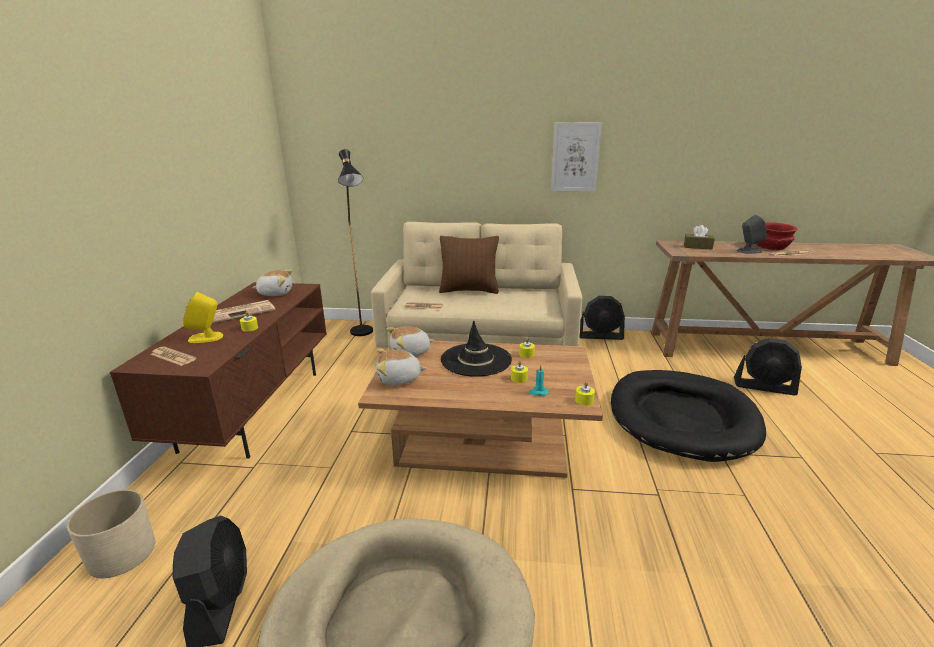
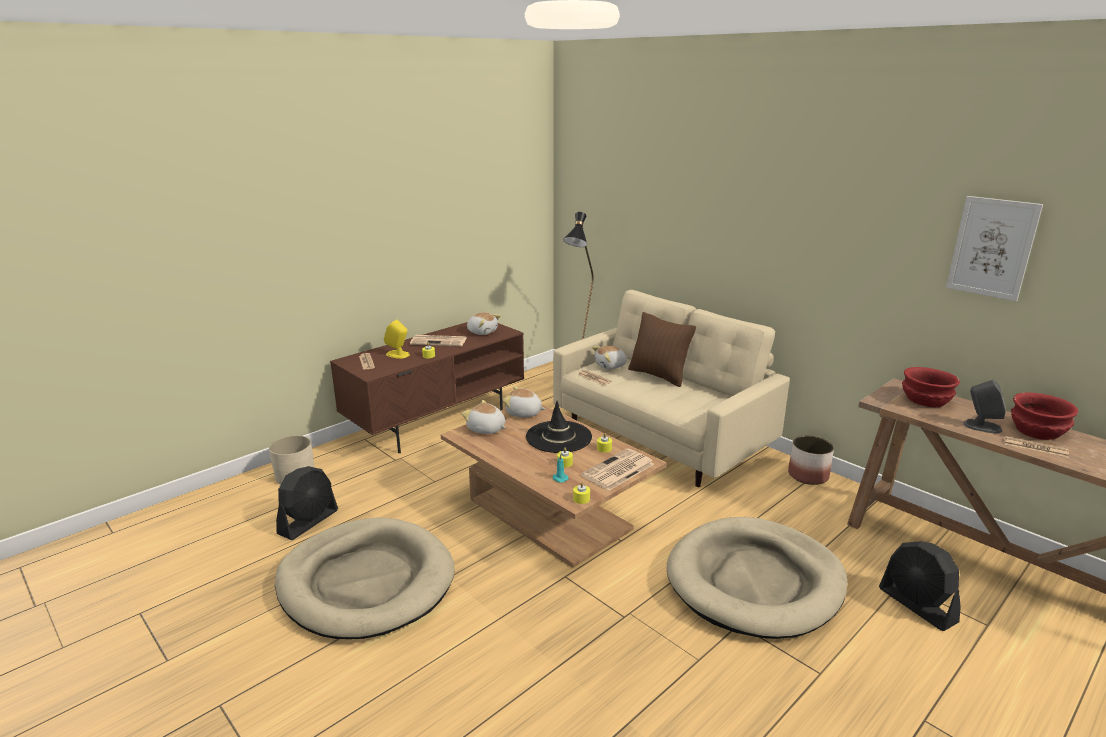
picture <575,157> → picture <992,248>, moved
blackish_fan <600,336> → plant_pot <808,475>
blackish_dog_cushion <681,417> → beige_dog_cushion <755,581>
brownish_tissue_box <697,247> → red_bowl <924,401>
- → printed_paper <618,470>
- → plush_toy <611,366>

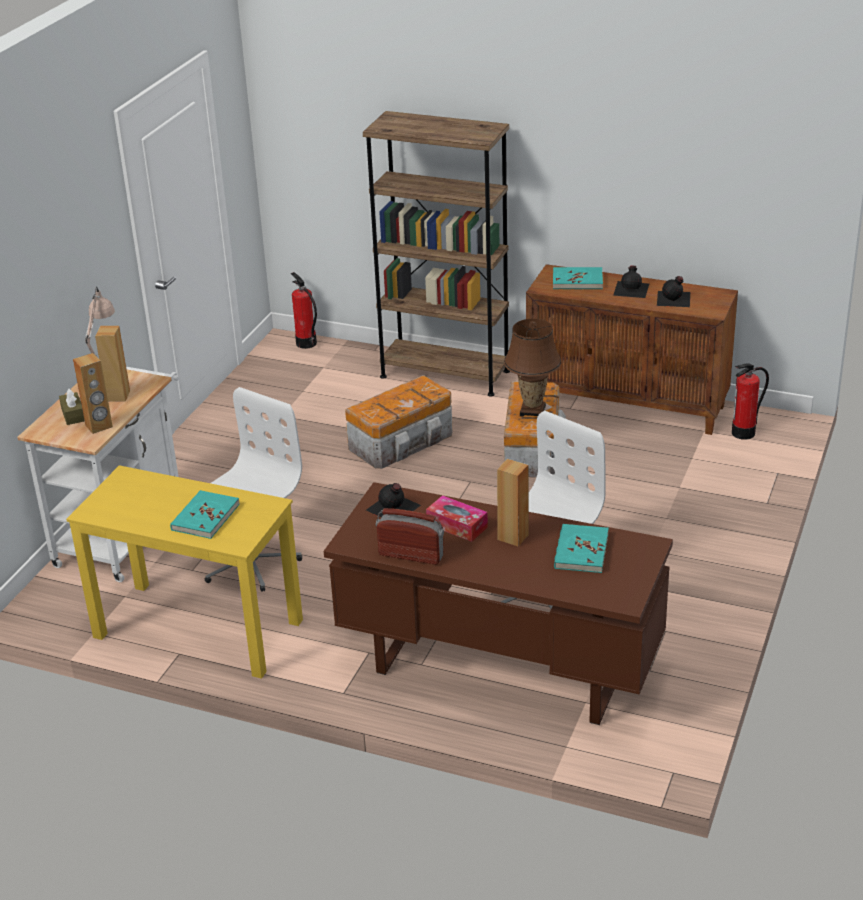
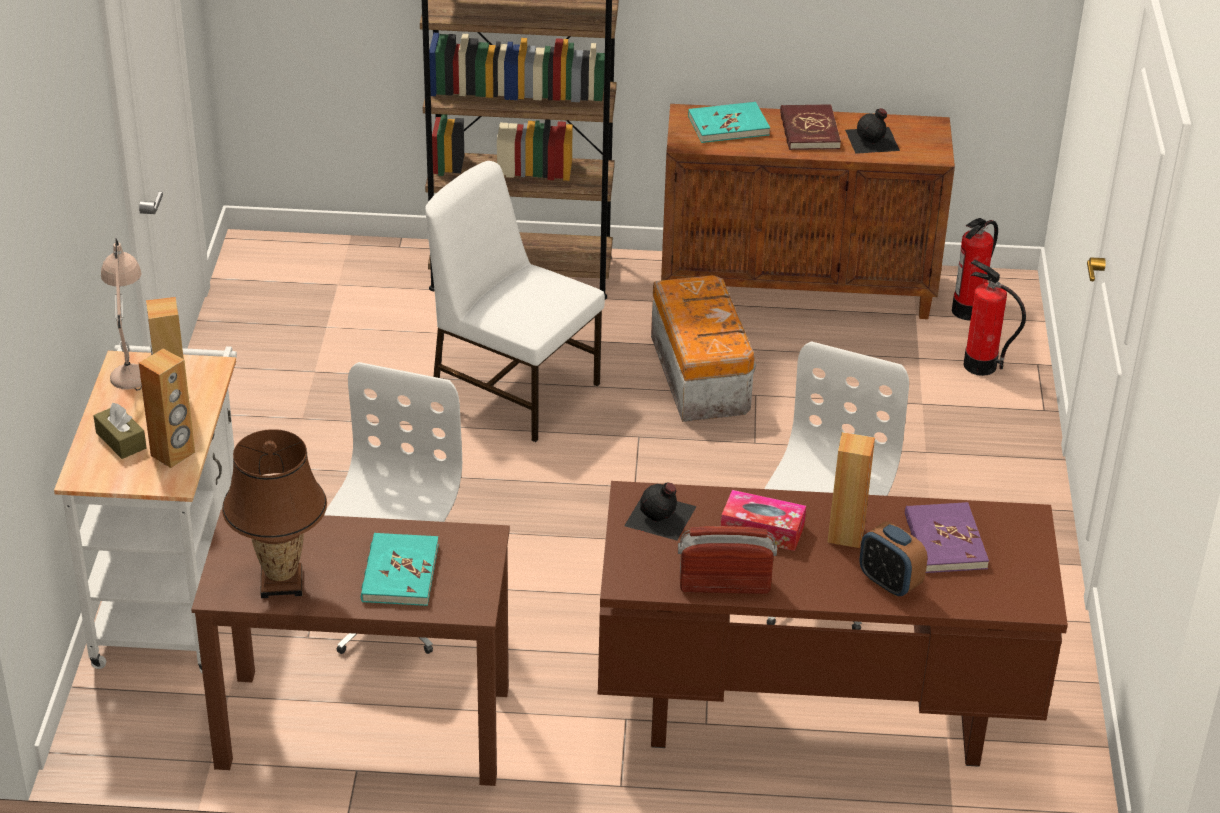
yellow_desk_unit <197,628> → brownish_desk_unit <363,727>
fire-fighting_cylinder <306,343> → fire-fighting_cylinder <980,365>, moved
storage_bin <403,441> → whitish_upright_chair <514,388>
brownish_table_lamp <533,411> → brownish_table_lamp <282,583>, moved
turquoise_bound_book <581,551> → purple_bound_book <944,541>
blackish_drink_bottle <632,289> → red_bound_book <809,131>
- → table_clock <889,583>

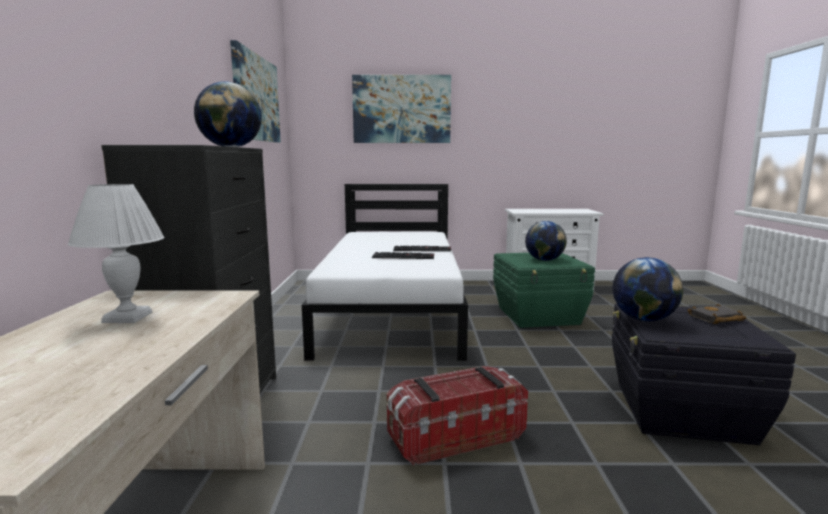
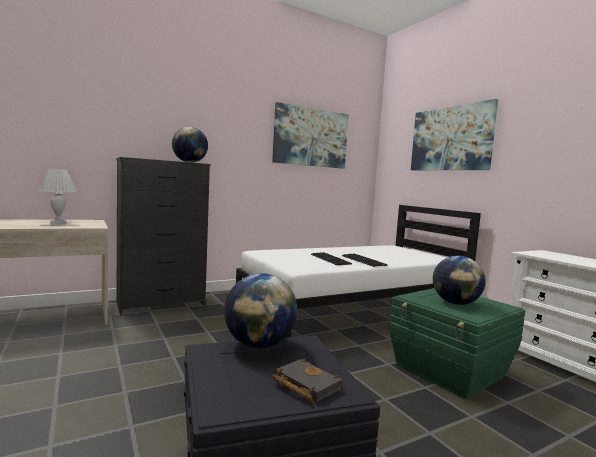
storage_bin <455,436> → -

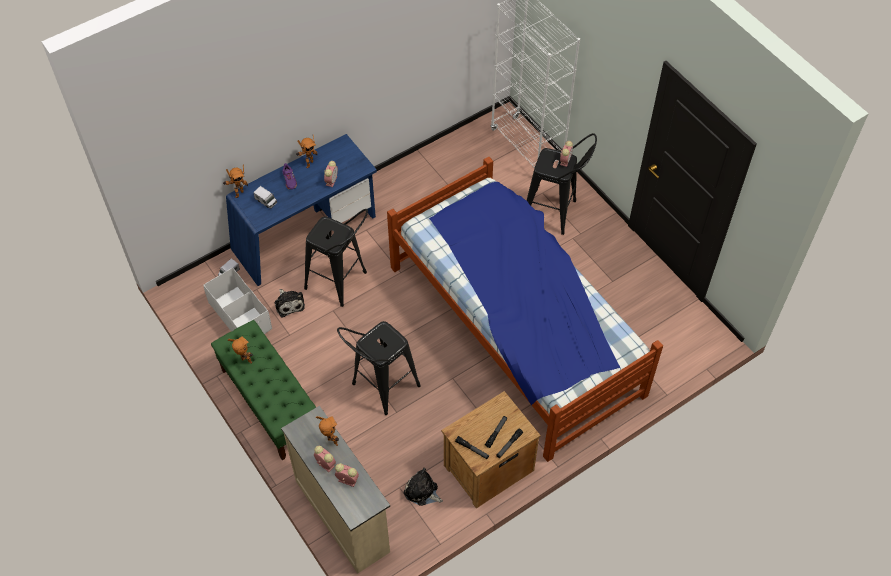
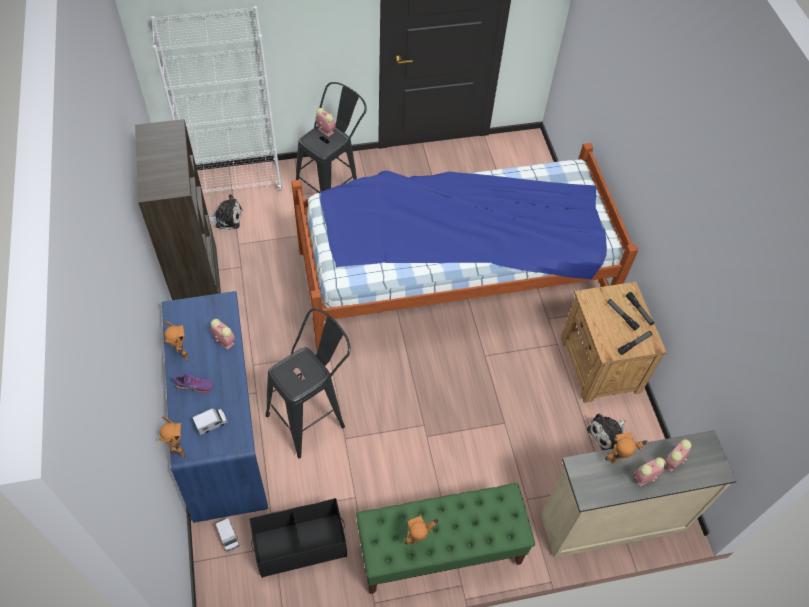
whitish_storage_bin <240,316> → blackish_storage_bin <300,544>
plush_toy <289,304> → plush_toy <226,218>, moved
blackish_stool_seat <380,389> → -
- → brownish_shelving_unit <201,295>

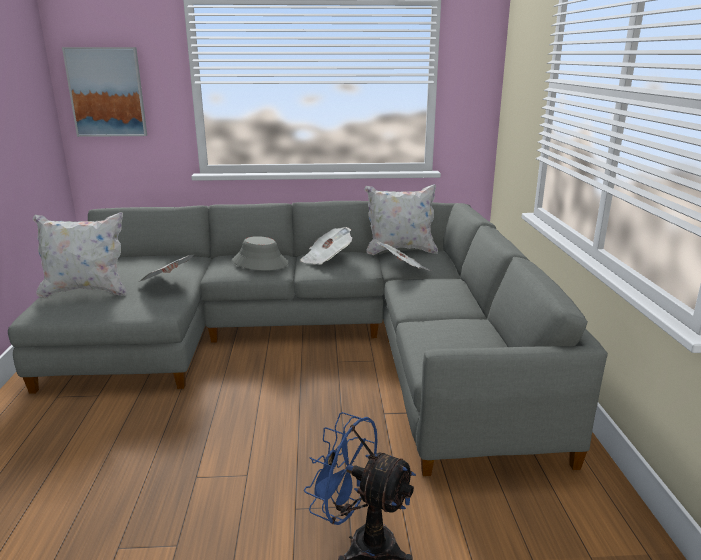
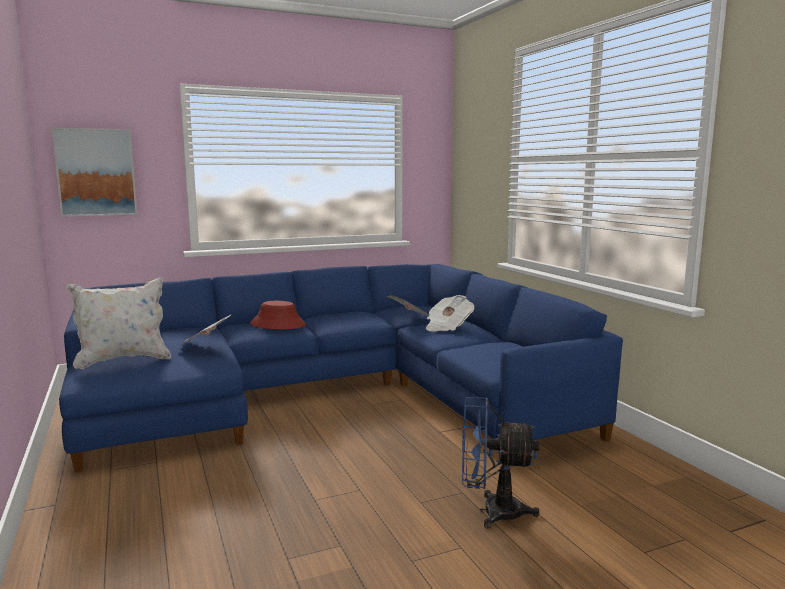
grey_settee <308,342> → bluish_settee <332,395>
grey_wearable_hat <260,262> → red_wearable_hat <278,324>
printed_paper <326,259> → printed_paper <447,327>, moved
whitish_throw_pillow <400,250> → -

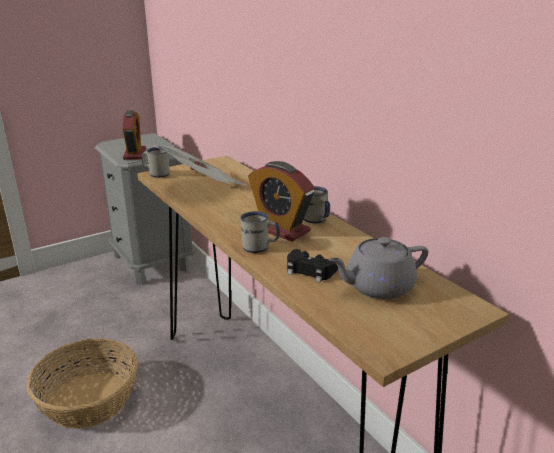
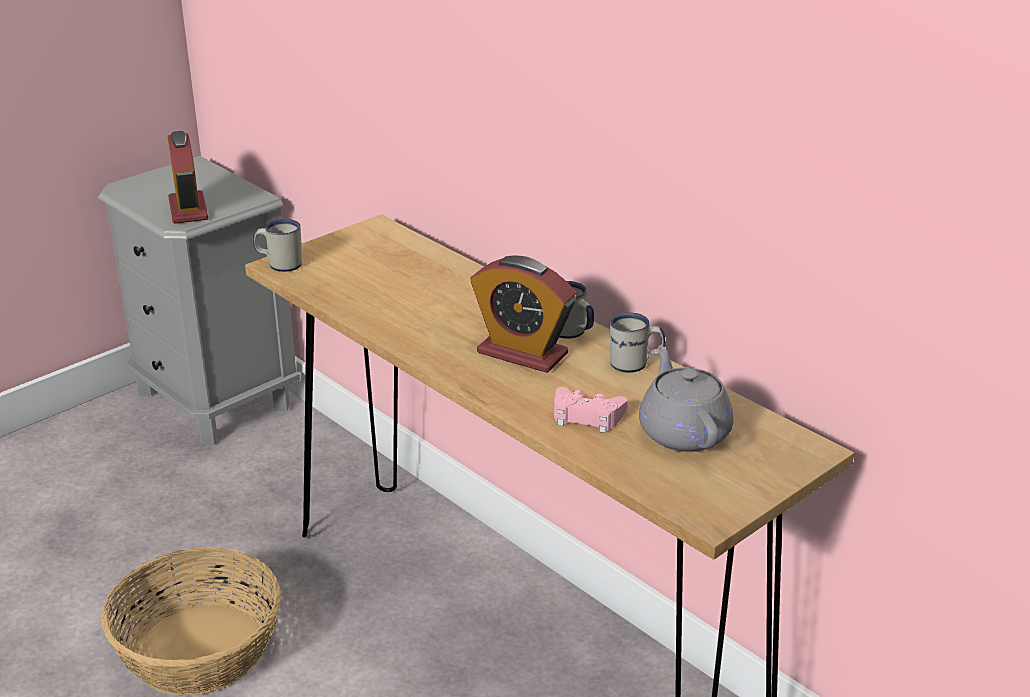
printed_paper <203,188> → -
whitish_tea_mug <260,248> → whitish_tea_mug <635,364>, moved
blackish_game_controller <310,270> → pinkish_game_controller <587,416>
grey_pot_for_tea <377,287> → grey_pot_for_tea <683,432>, 105 degrees clockwise

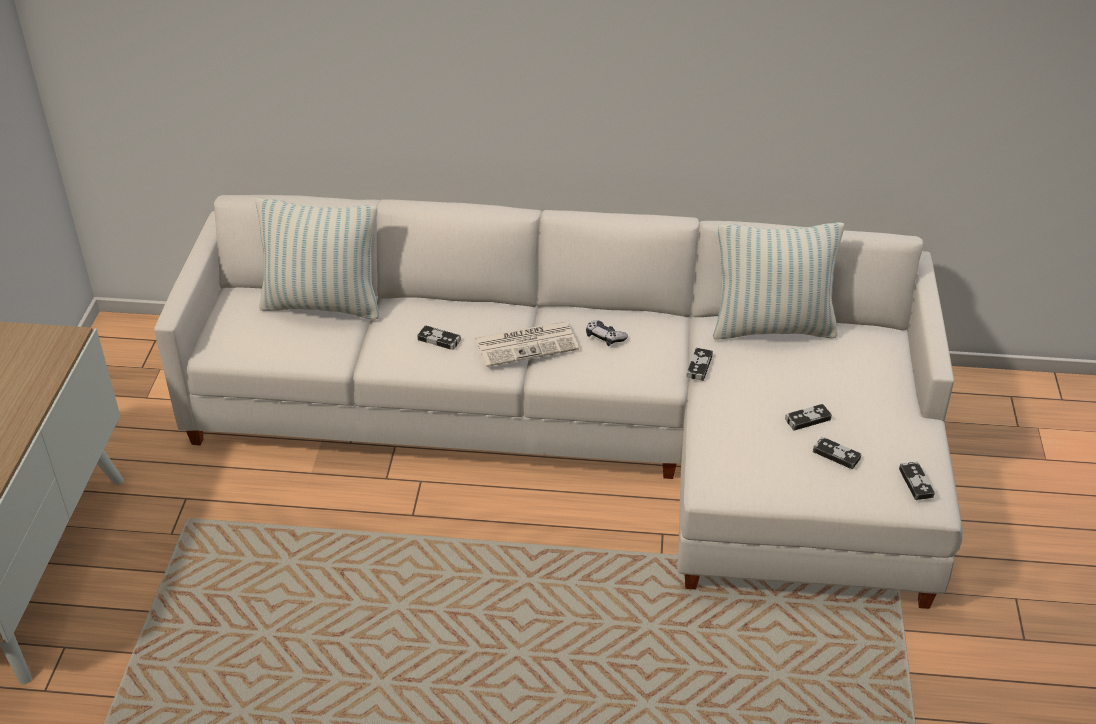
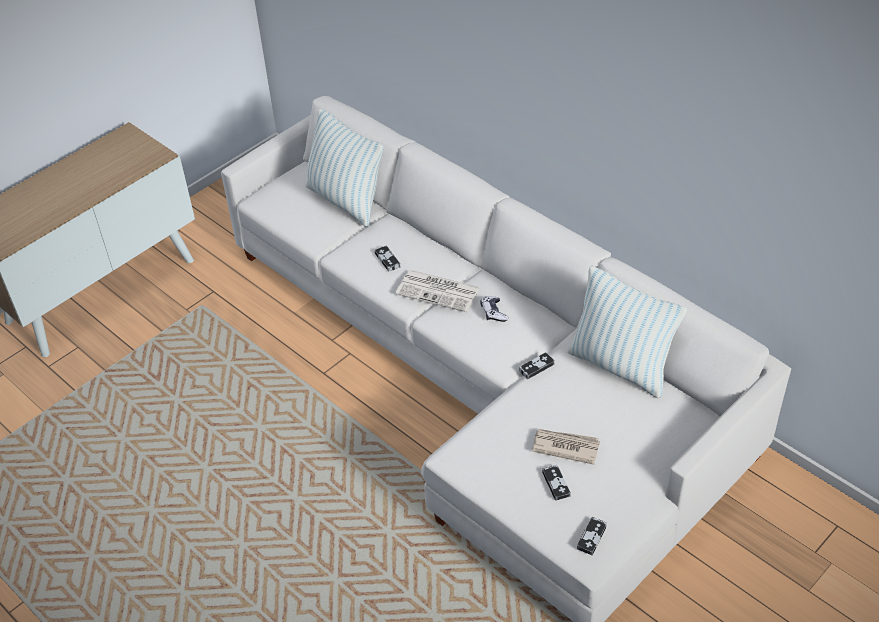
game_controller <807,419> → printed_paper <565,447>

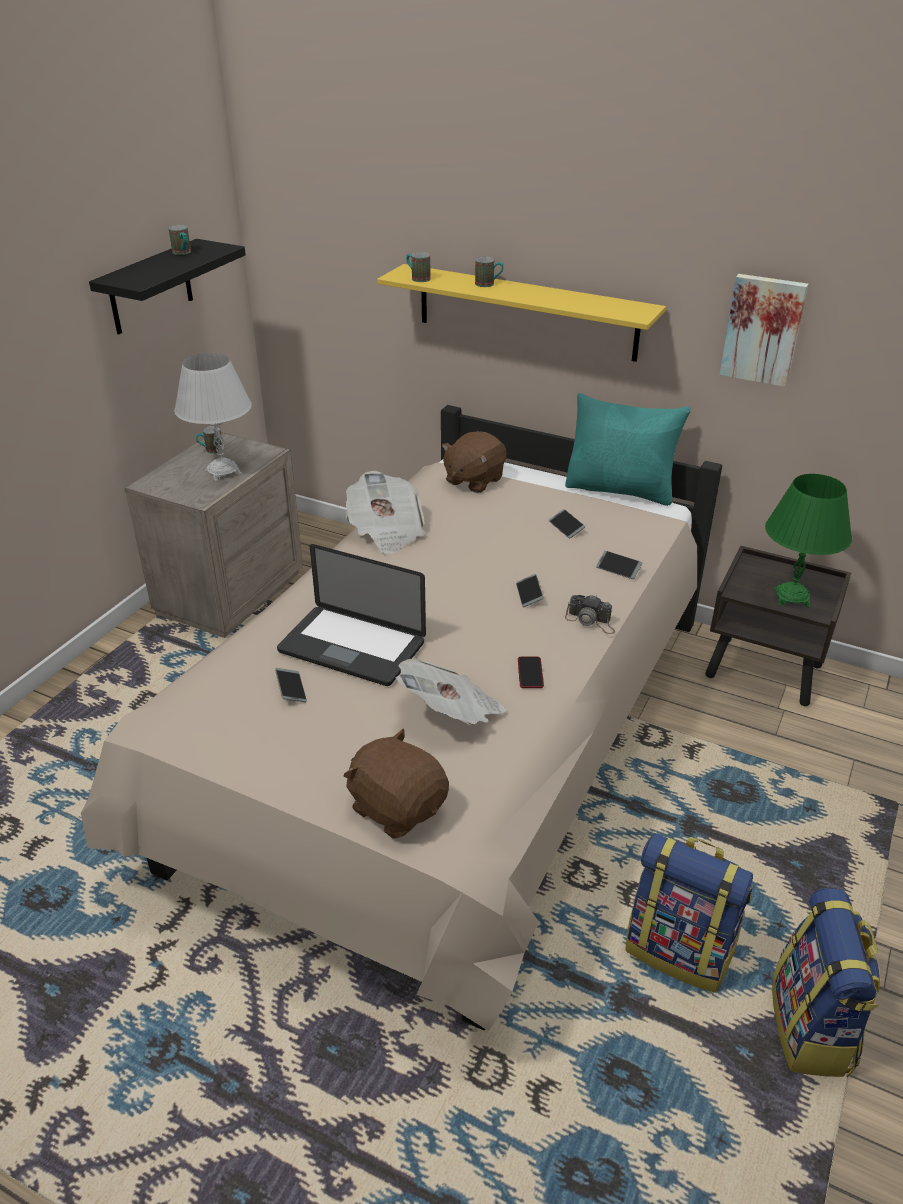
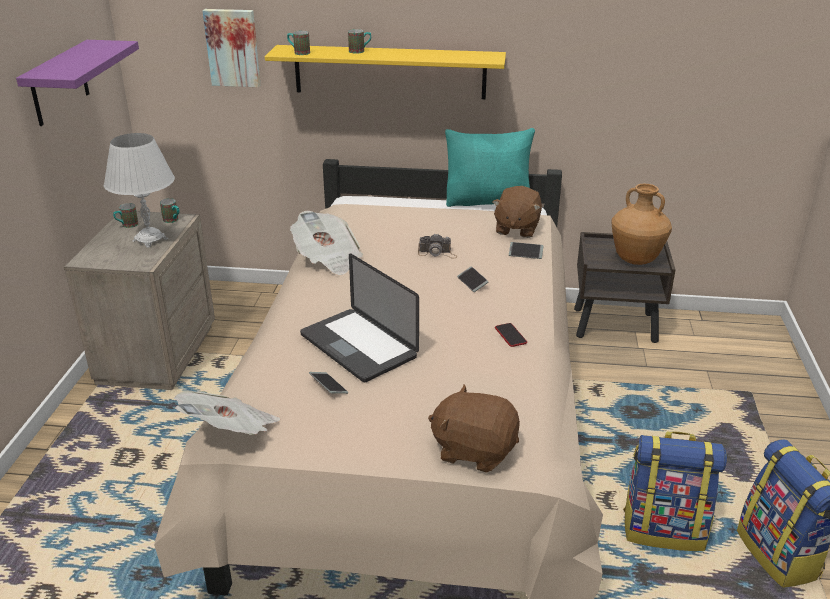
blackish_wall_shelf <150,287> → purple_wall_shelf <59,83>
tea_mug <183,253> → tea_mug <173,220>, moved
notebook_computer <352,647> → notebook_computer <358,346>, 45 degrees clockwise
printed_paper <452,713> → printed_paper <231,432>, moved
brownish_plush_toy <473,480> → brownish_plush_toy <516,228>, moved
telephone <566,527> → -
photo_camera <591,621> → photo_camera <437,253>, moved
picture <763,329> → picture <233,47>, moved
green_table_lamp <791,597> → brownish_decorative_vase <635,260>

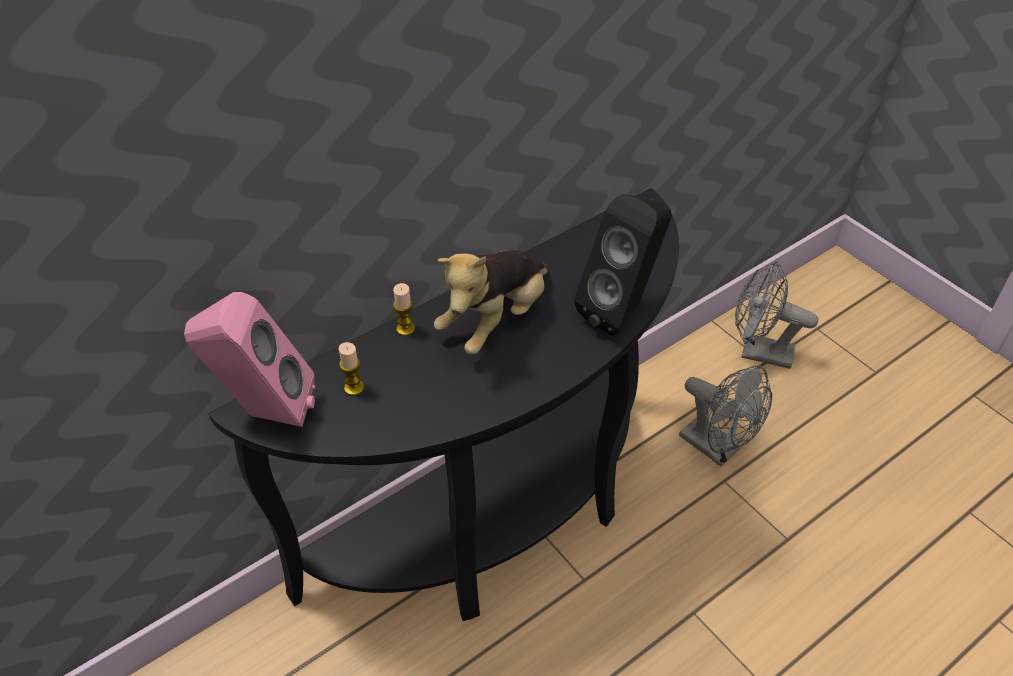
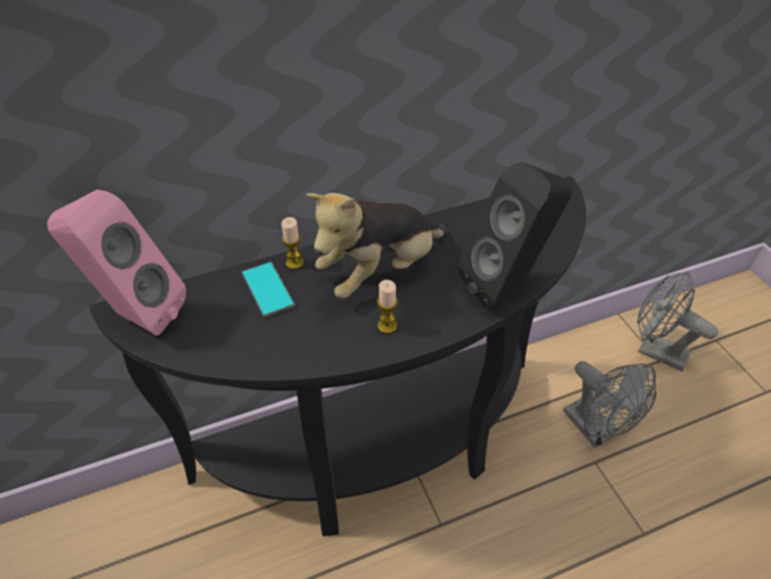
wax_light <354,388> → wax_light <387,326>, moved
- → telephone <268,290>

